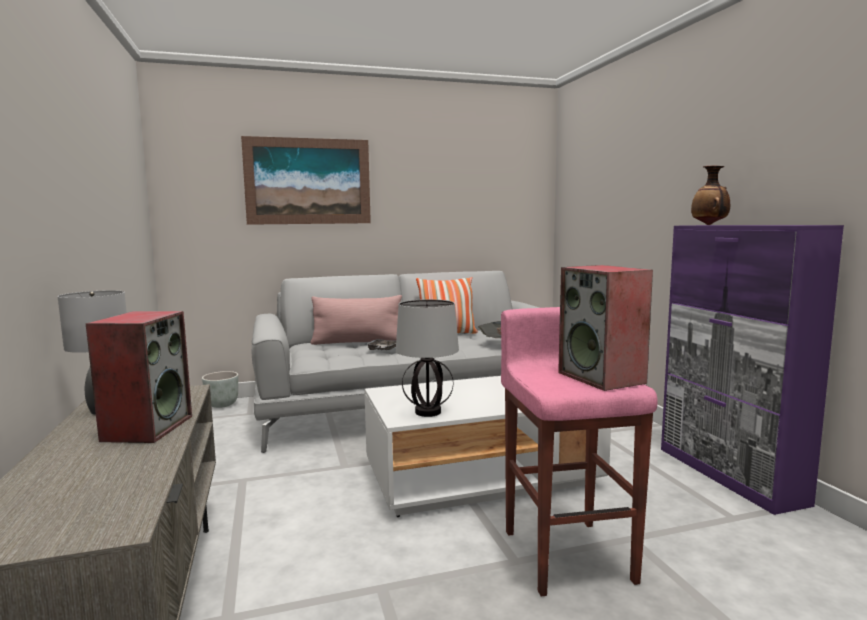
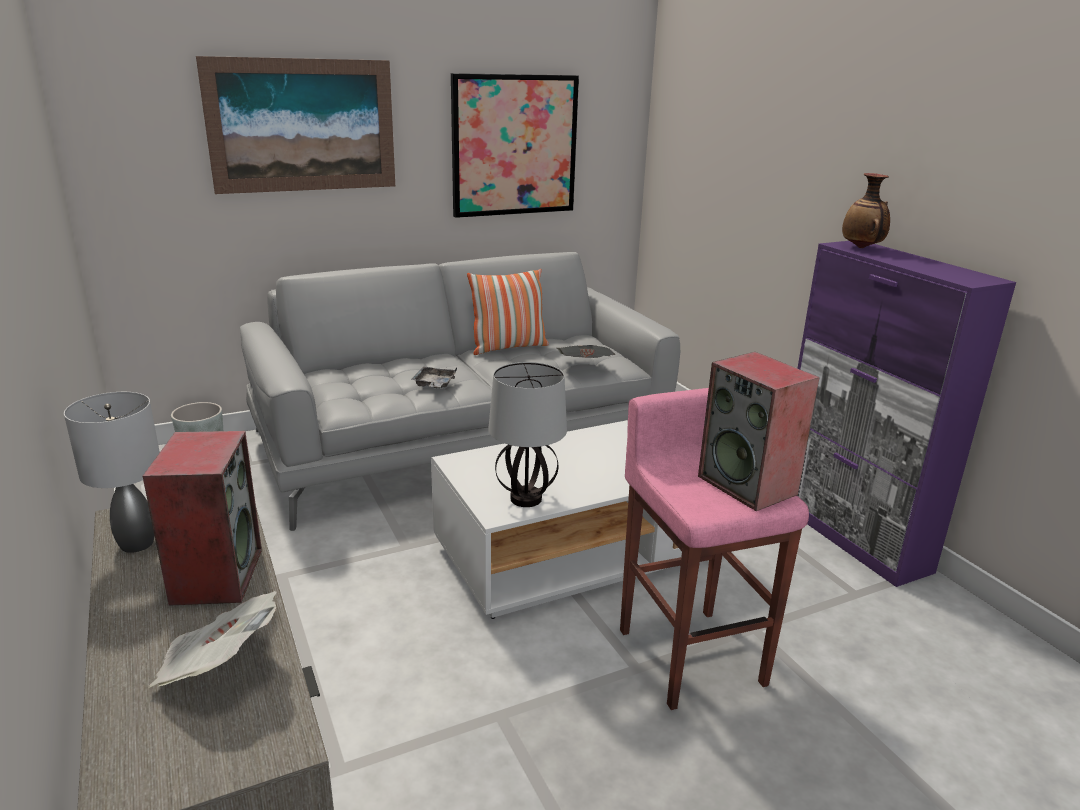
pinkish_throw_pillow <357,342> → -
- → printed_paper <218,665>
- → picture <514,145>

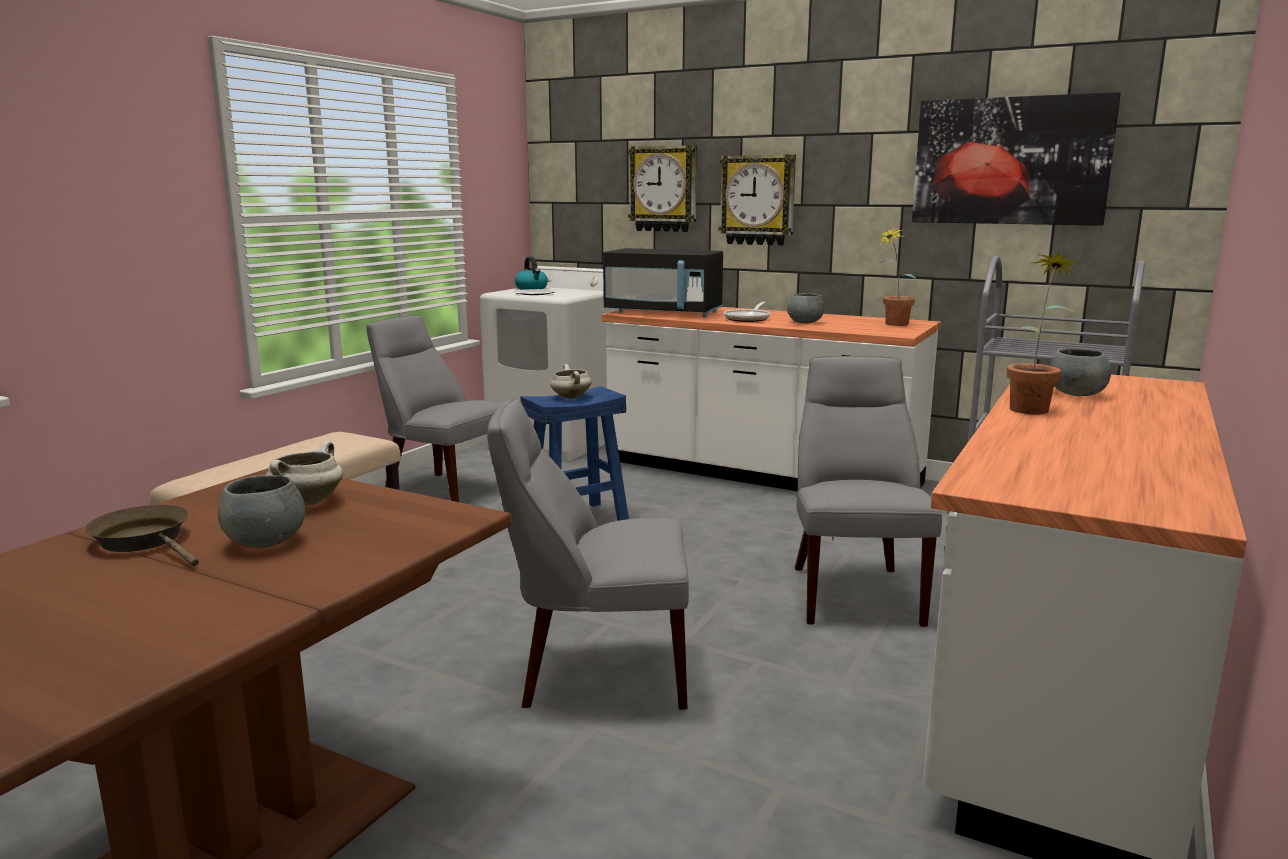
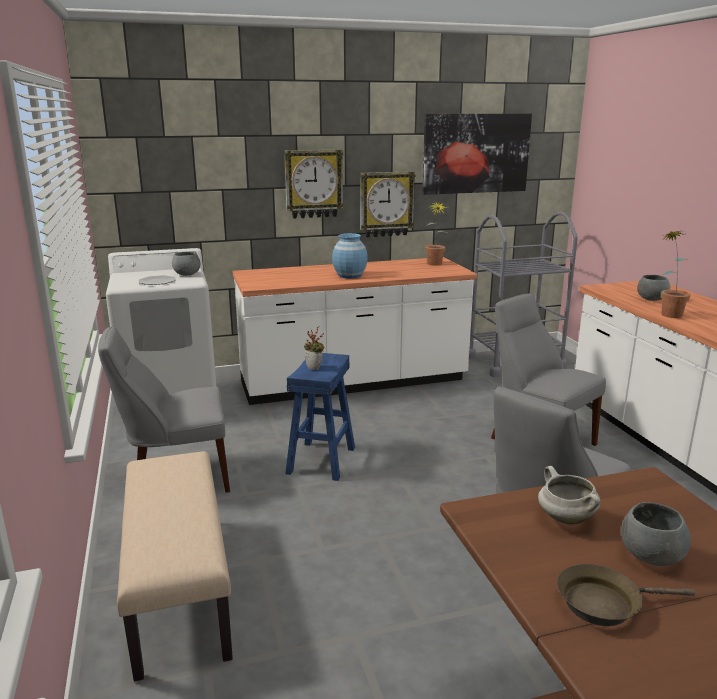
tea_kettle <532,288> → -
whitish_saucepot <570,397> → potted_plant <315,368>
blackish_kitchen_microwave <663,313> → -
wall_clock <664,189> → wall_clock <386,204>, moved
skillet <748,319> → bluish_decorative_vase <349,275>
grey_bowl <805,322> → grey_bowl <187,274>, moved

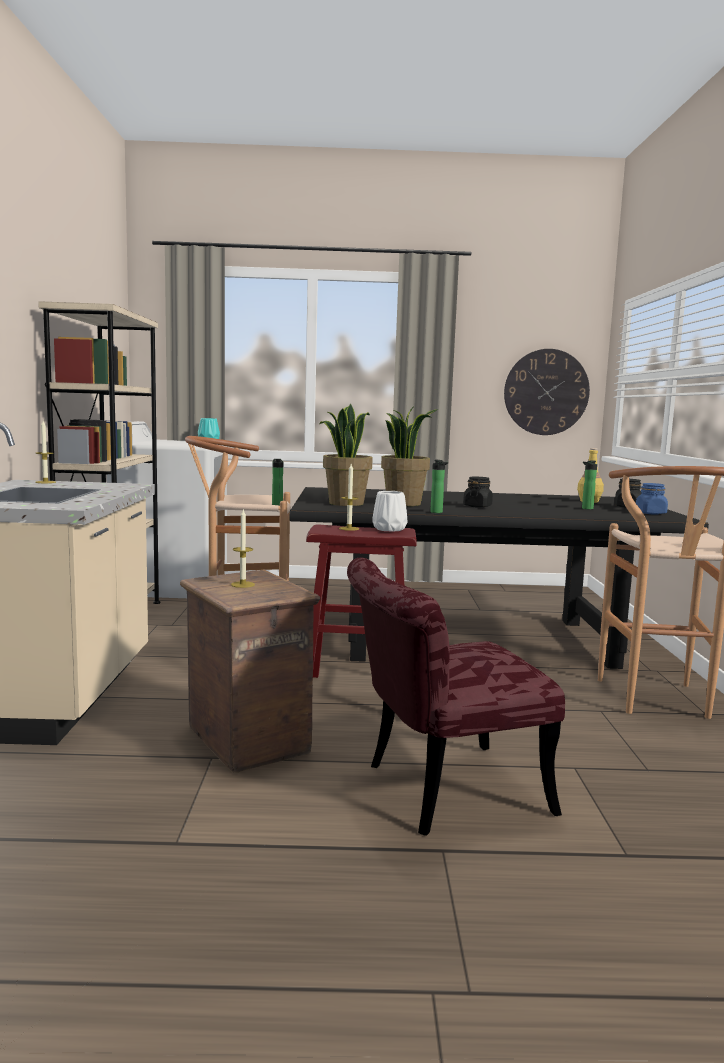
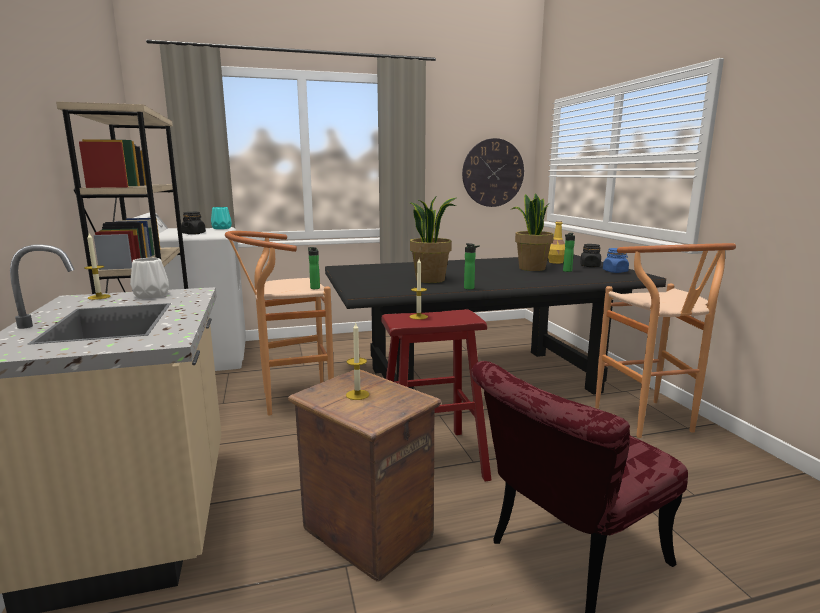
potted_plant <345,503> → potted_plant <531,268>, moved
whitish_decorative_vase <389,529> → whitish_decorative_vase <151,295>, moved
blackish_jar <477,506> → blackish_jar <194,233>, moved

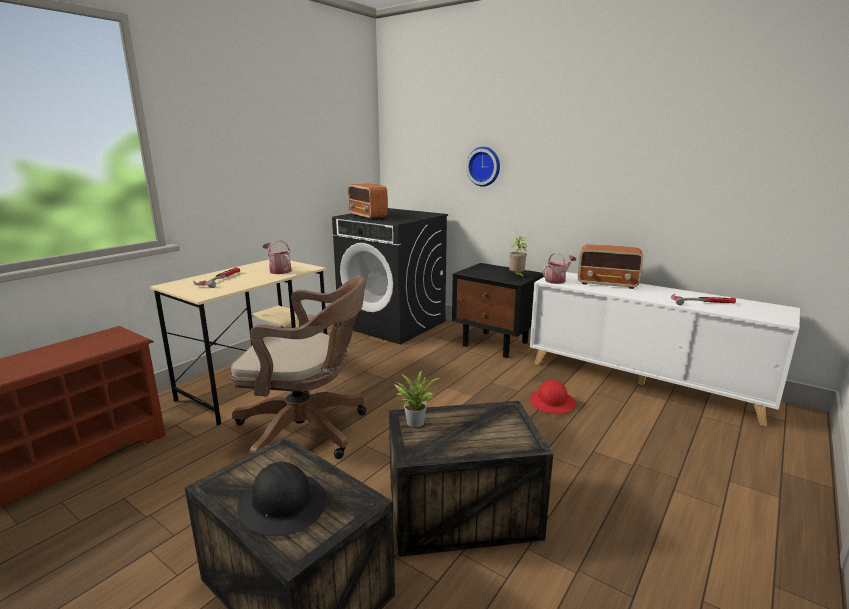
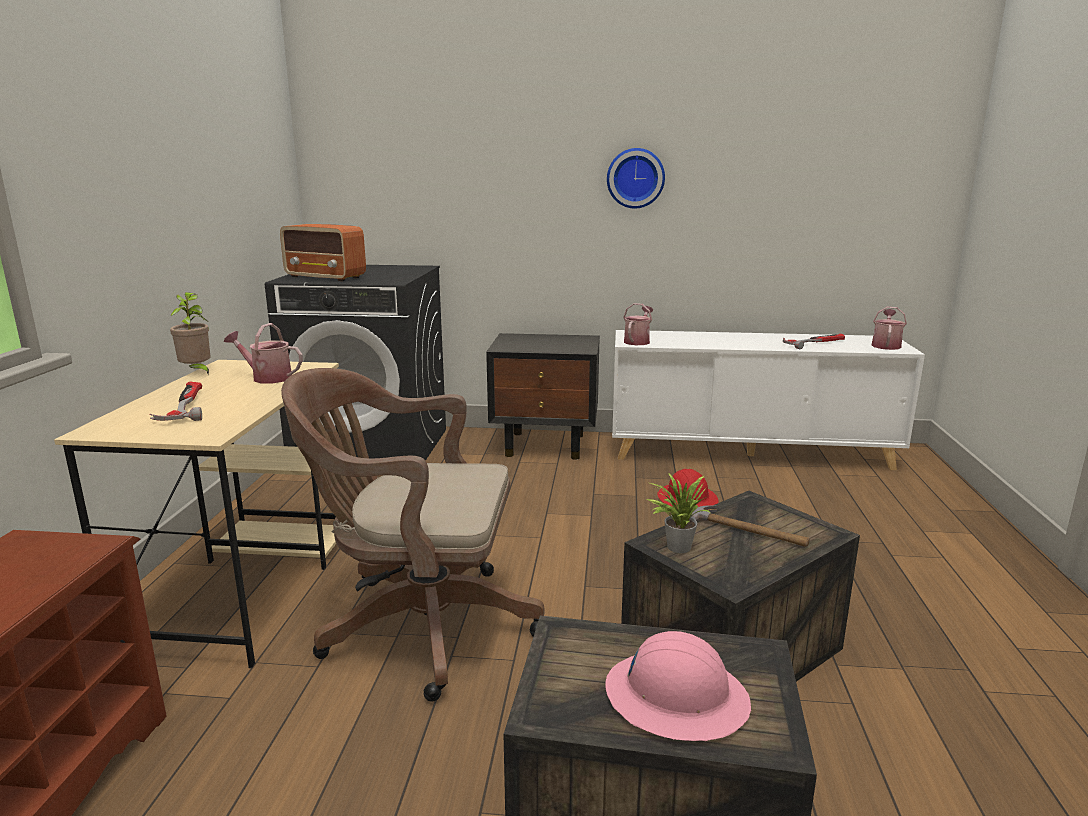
brownish_office_chair <308,430> → brownish_office_chair <418,625>, 150 degrees counterclockwise
blackish_hard_hat <283,505> → pinkish_hard_hat <676,697>
wall_clock <484,166> → wall_clock <635,178>, moved
potted_plant <517,276> → potted_plant <197,372>, moved
radio_receiver <608,284> → -
- → tool_hammer <748,531>
- → sprinkling_can <886,345>

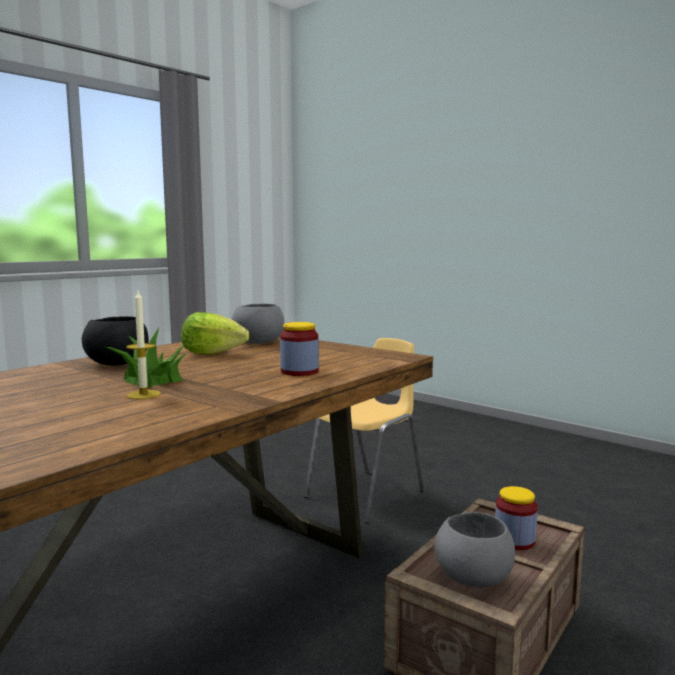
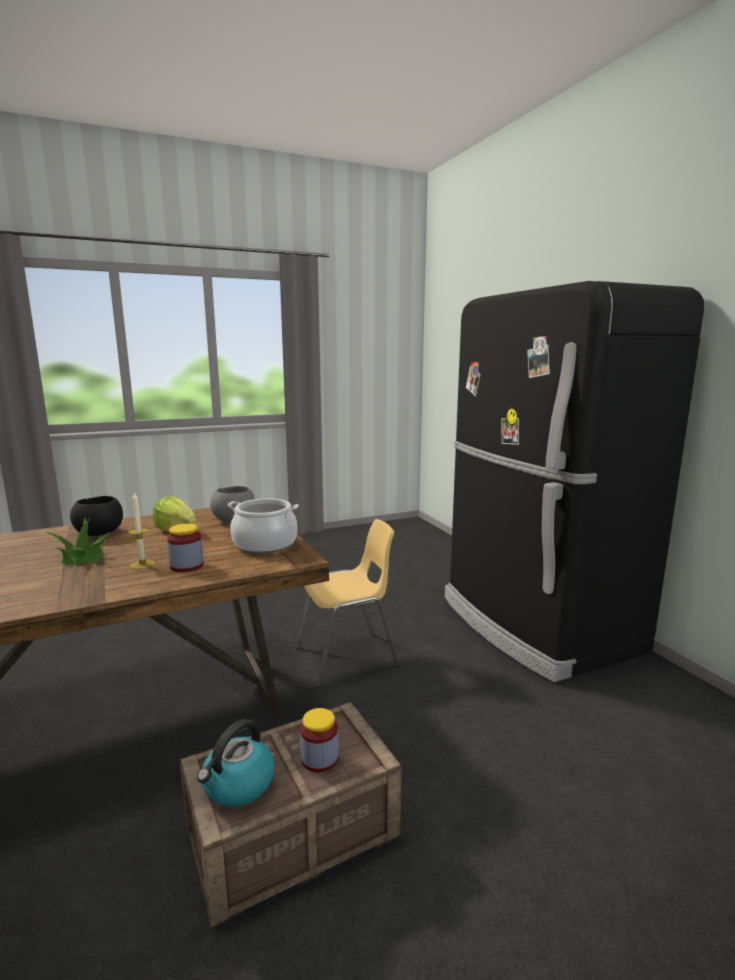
wax_light <143,395> → wax_light <142,564>, moved
grey_bowl <474,577> → tea_kettle <238,785>
- → saucepot <265,544>
- → blackish_refrigerator <536,625>

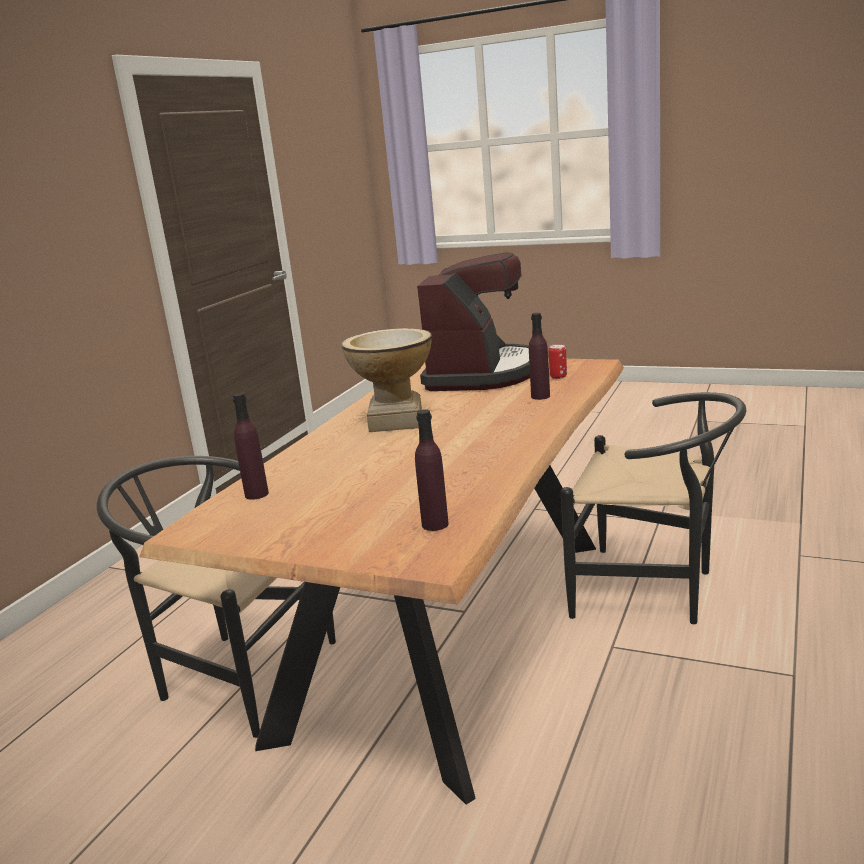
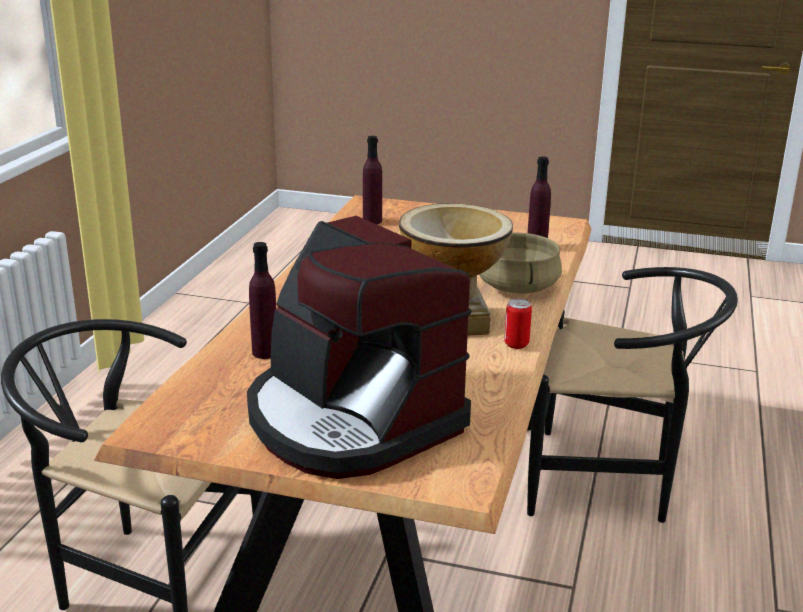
coffee_maker <481,373> → coffee_maker <351,420>, 45 degrees counterclockwise
sealed_can <558,376> → sealed_can <516,344>, moved
- → beige_saucepot <518,287>

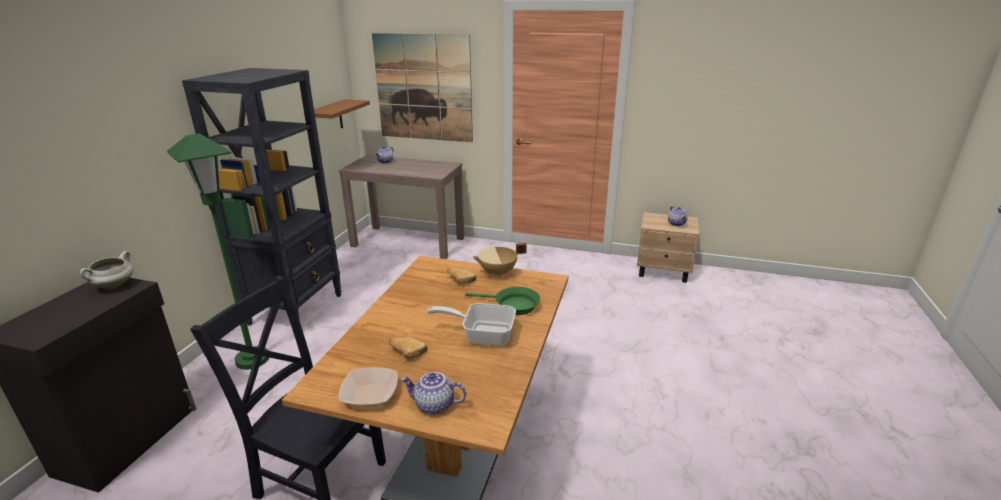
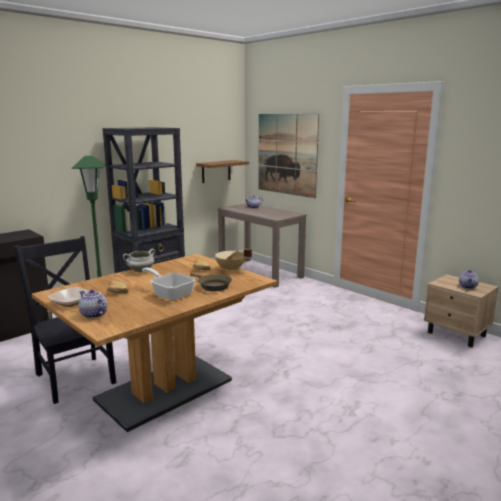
whitish_saucepot <114,286> → whitish_saucepot <140,271>, moved
green_skillet <513,305> → brownish_skillet <212,286>

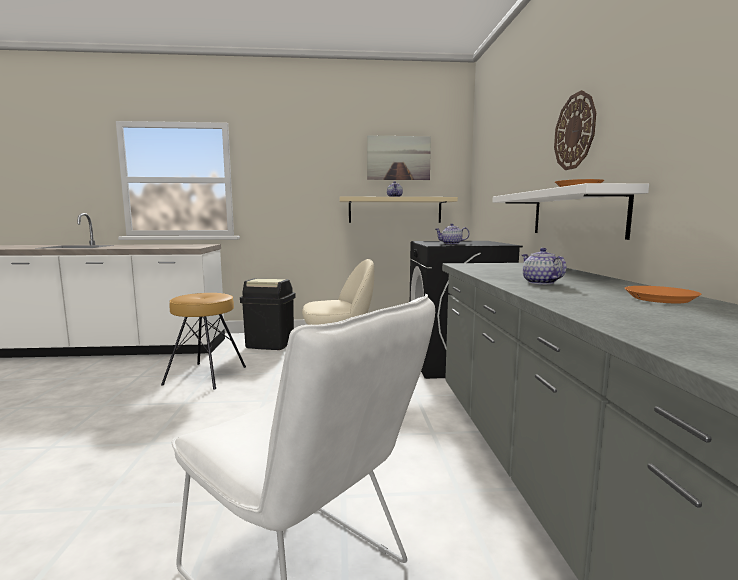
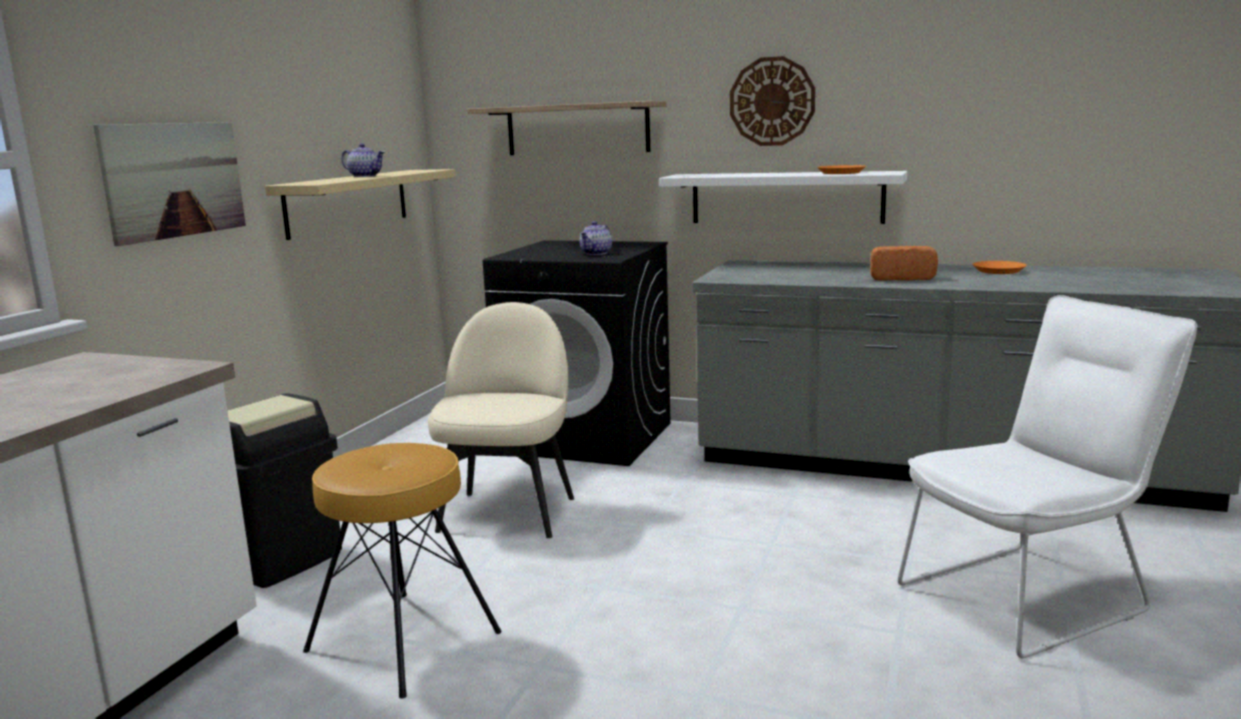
picture <398,158> → picture <174,180>, moved
pot_for_tea <540,283> → bakery_bread <900,278>
- → wall_shelf <577,129>

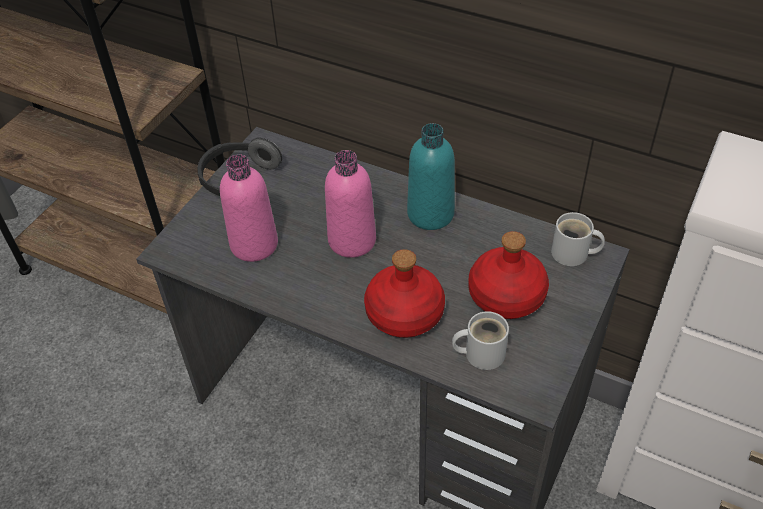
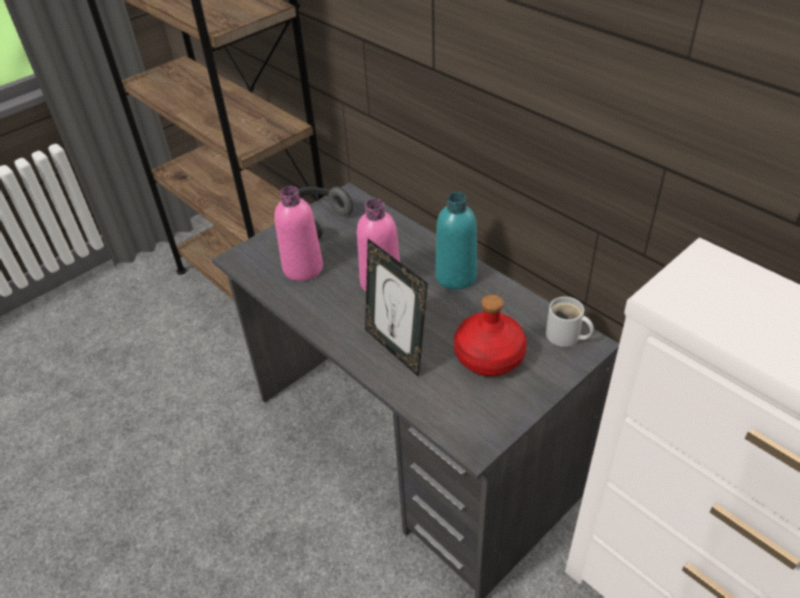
red_drink_bottle <405,313> → photo_frame <396,349>
whitish_tea_mug <480,352> → -

